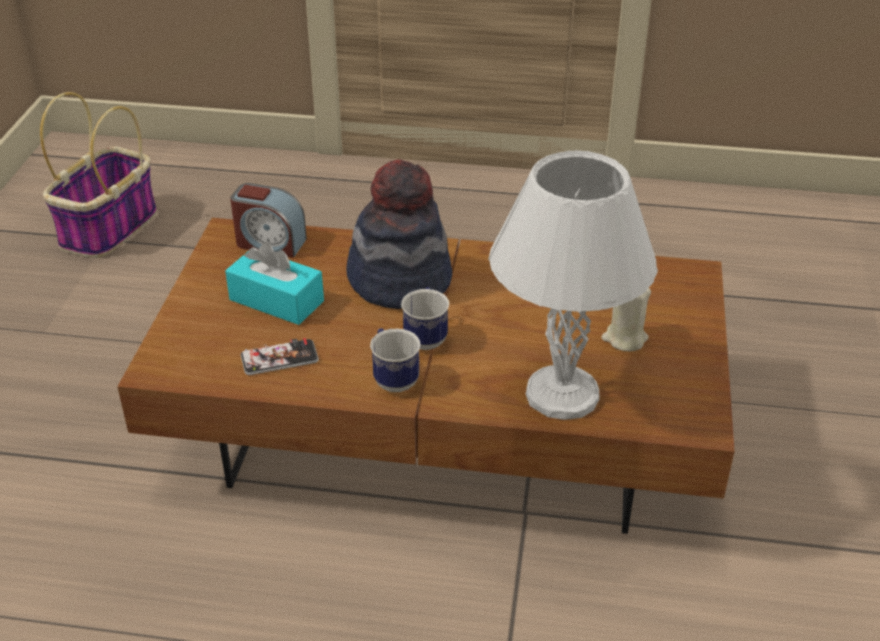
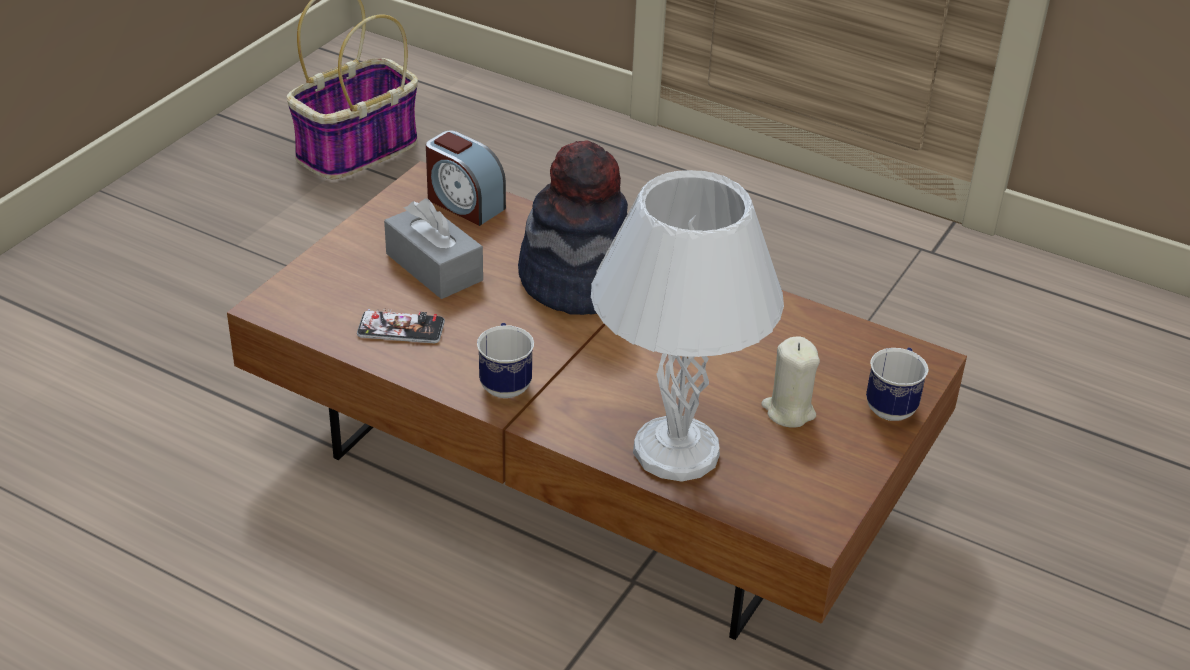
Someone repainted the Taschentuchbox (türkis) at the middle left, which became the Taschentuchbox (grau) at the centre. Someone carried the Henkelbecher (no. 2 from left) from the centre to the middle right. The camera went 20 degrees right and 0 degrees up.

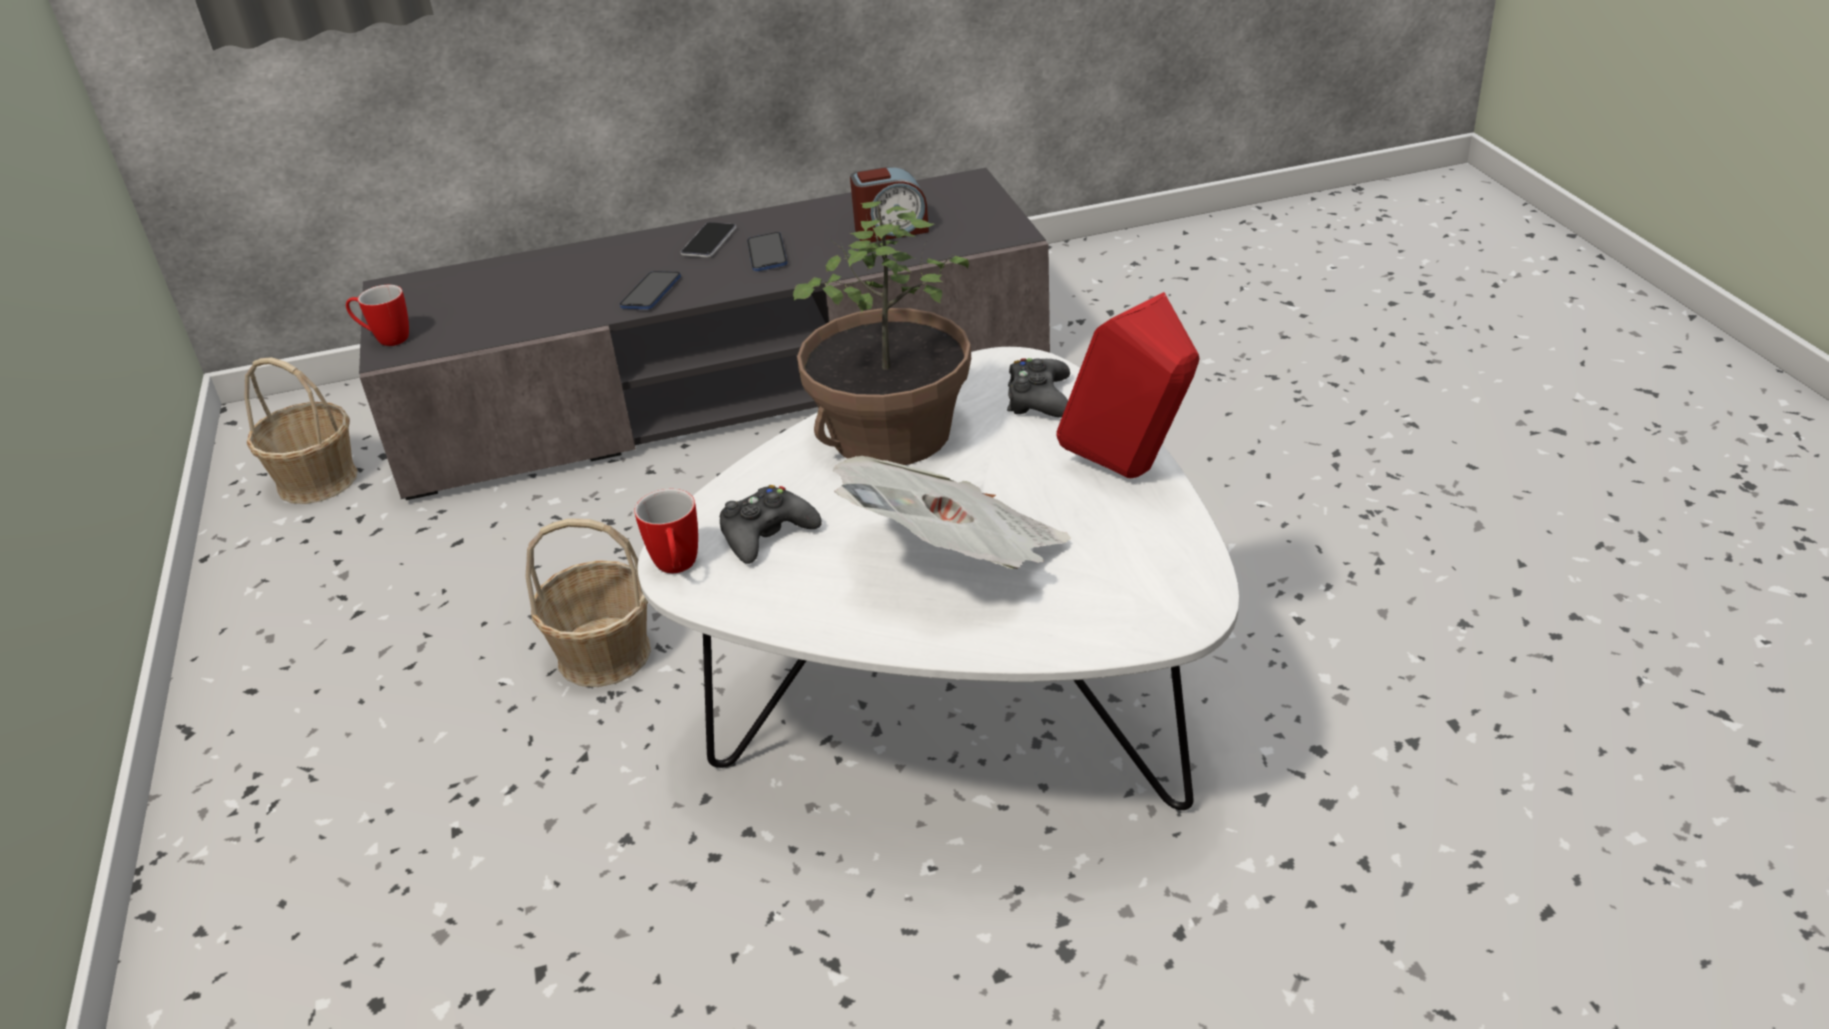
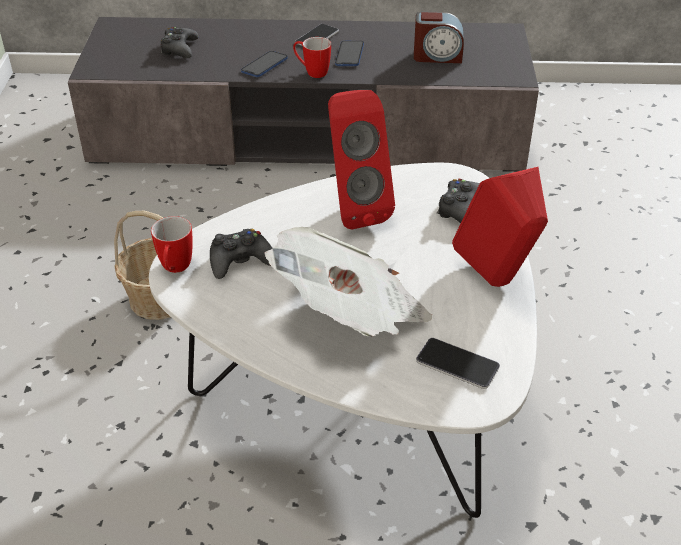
Someone took away the Korb (no. 1 from left) at the middle left. Someone carried the Henkelbecher (no. 1 from left in the first image) from the top left to the top centre. Someone swapped the Topfpflanze at the top centre for the Lautsprecher (rot) (no. 1 from left) at the top centre. Someone put down the Gamepad (schwarz) (no. 1 from left) at the top left. Someone put down the Handy (no. 4 from left) at the middle right. The camera went 15 degrees right and 5 degrees up.

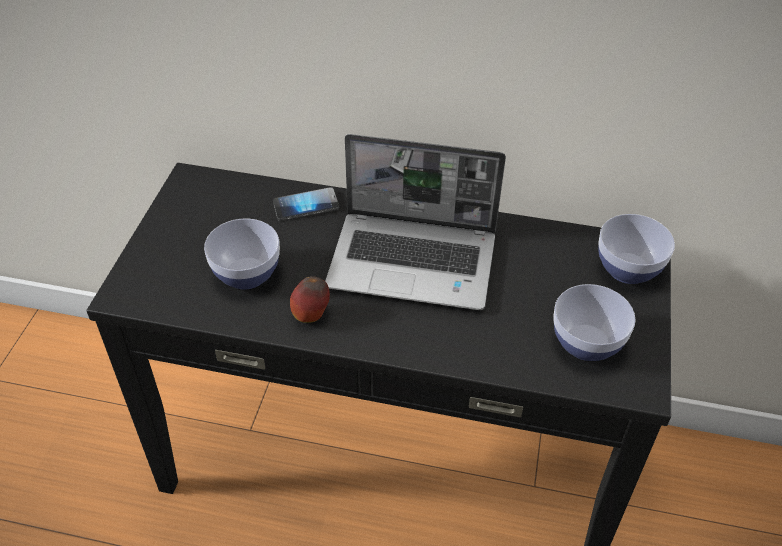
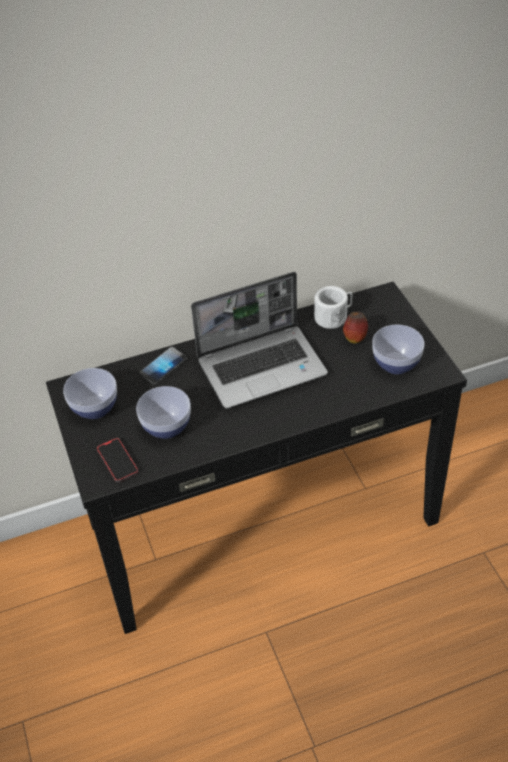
Someone carried the Apfel from the centre to the middle right. Someone carried the Schüssel (no. 3 from left in the first image) from the middle right to the middle left. Someone put down the Handy (no. 1 from left) at the middle left. Someone put down the Henkelbecher (weiß) at the centre. The camera went 30 degrees left and 0 degrees up.

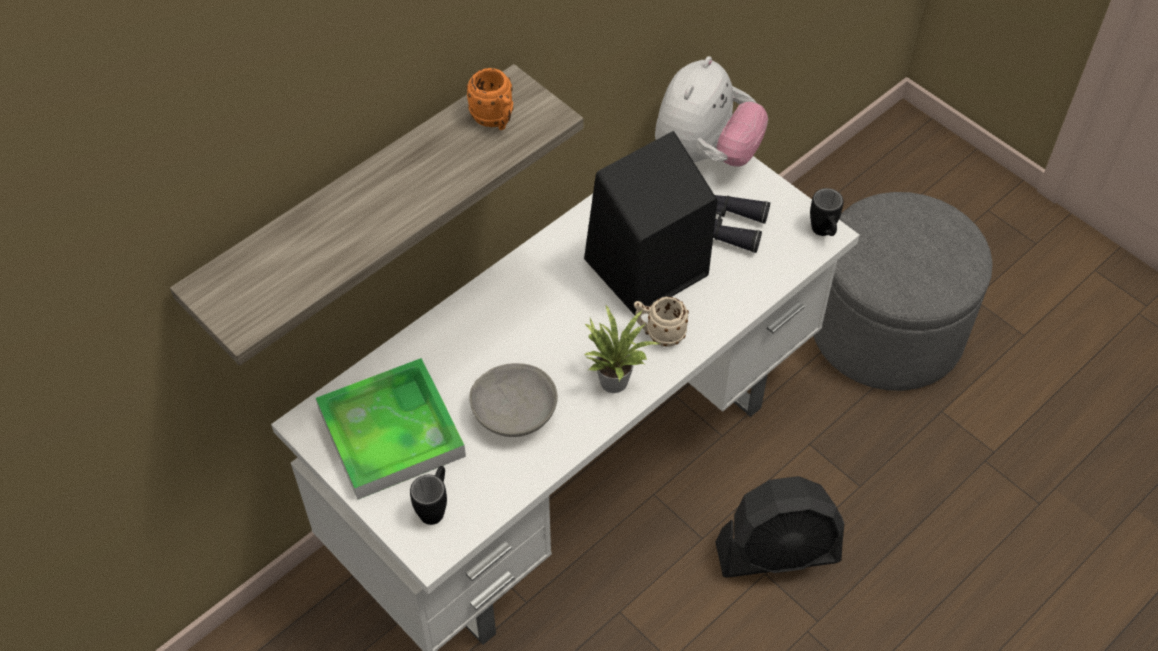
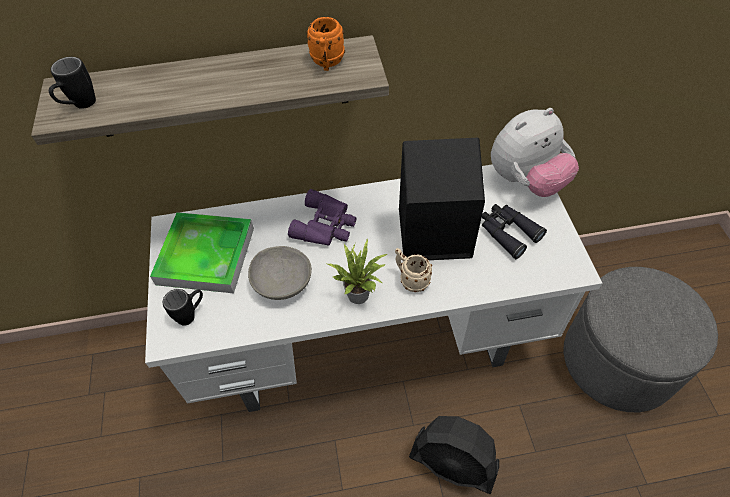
Someone carried the Henkelbecher (schwarz) (no. 2 from left in the first image) from the top right to the top left. Someone put down the Fernglas (lila) at the centre. The camera went 35 degrees right and 0 degrees up.

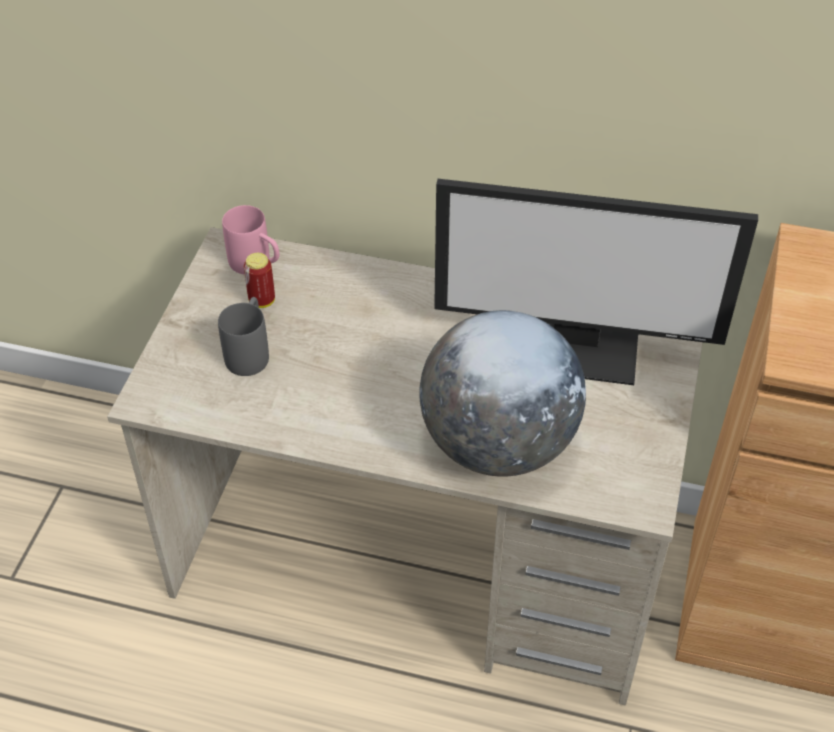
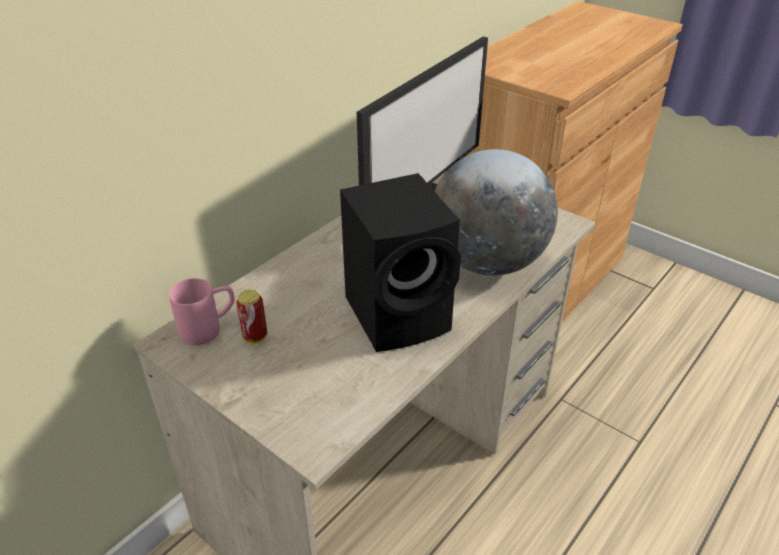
Someone took away the Henkelbecher (grau) at the middle left. Someone put down the Lautsprecher (schwarz) at the centre. The camera went 65 degrees left and 10 degrees down.

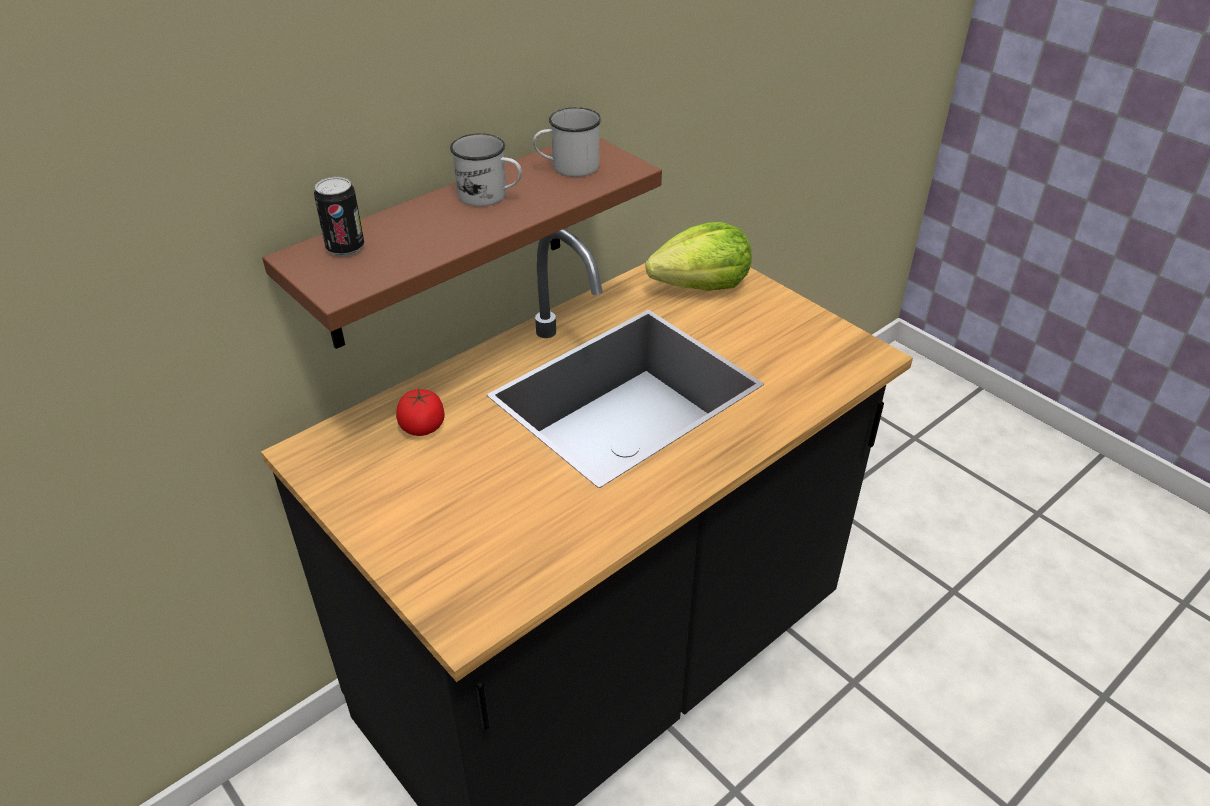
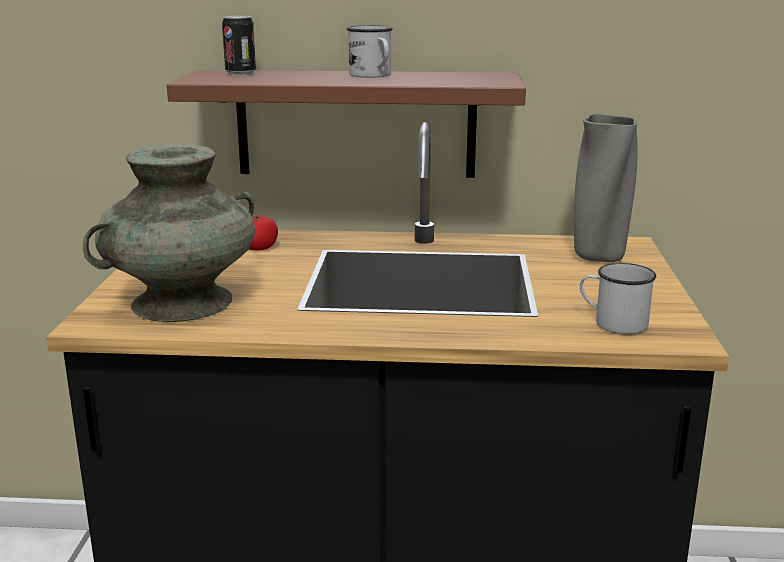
Someone carried the Henkelbecher (weiß) (no. 2 from left) from the top centre to the middle right. Someone swapped the Salatkopf at the top centre for the Vase (grau) at the middle right. Someone put down the Vase (türkis) at the middle left. The camera went 45 degrees right and 20 degrees down.

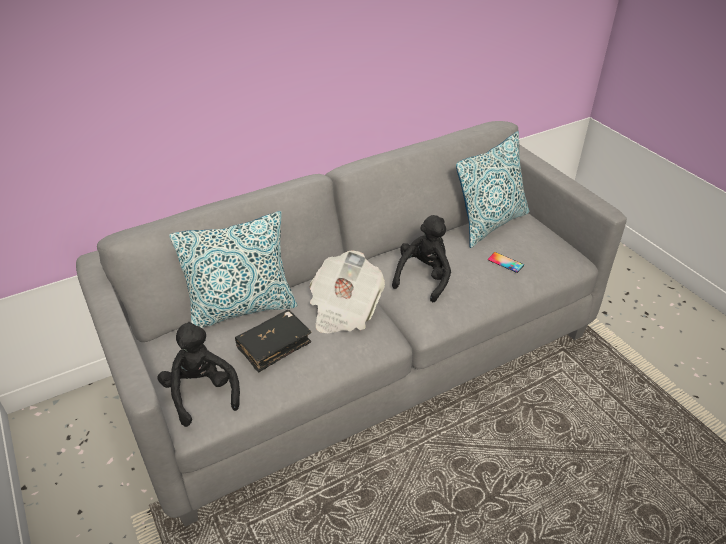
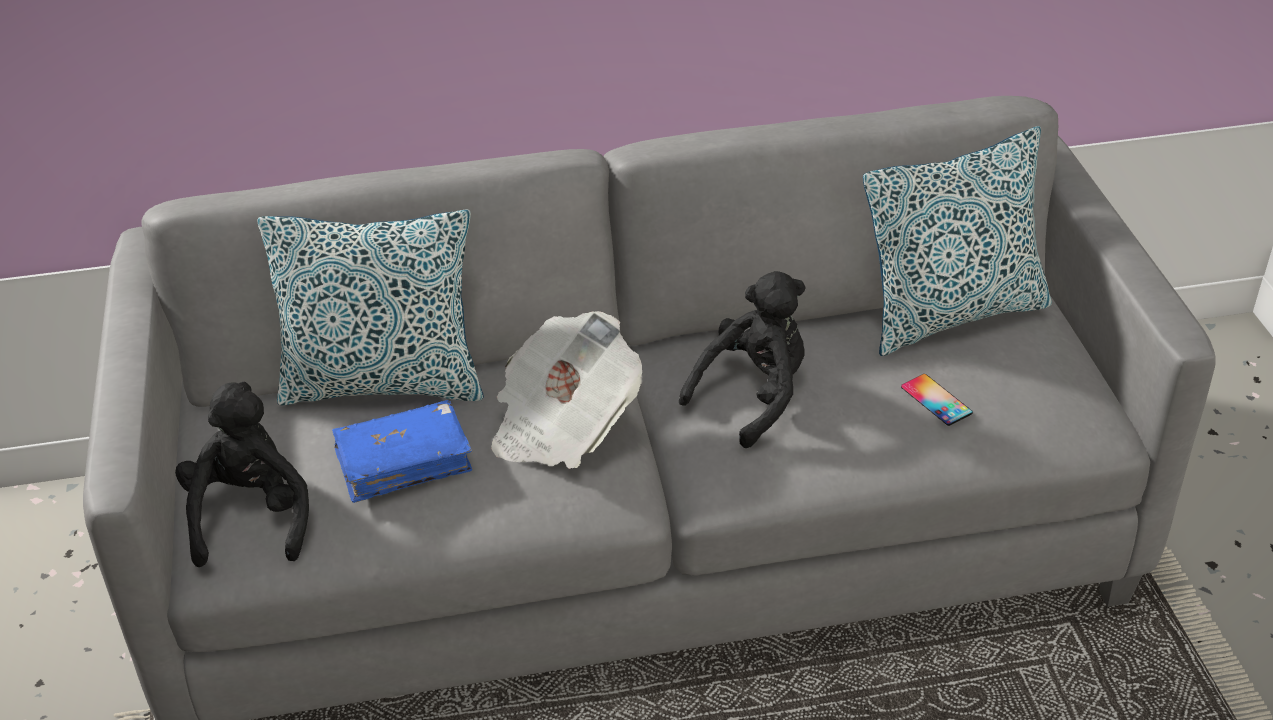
Someone repainted the Buch (schwarz) at the centre, which became the Buch (blau) at the middle left. The camera went 20 degrees right and 0 degrees up.

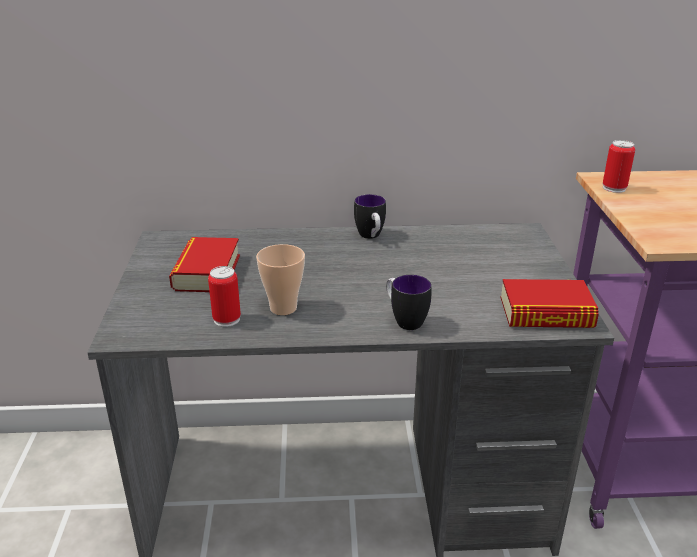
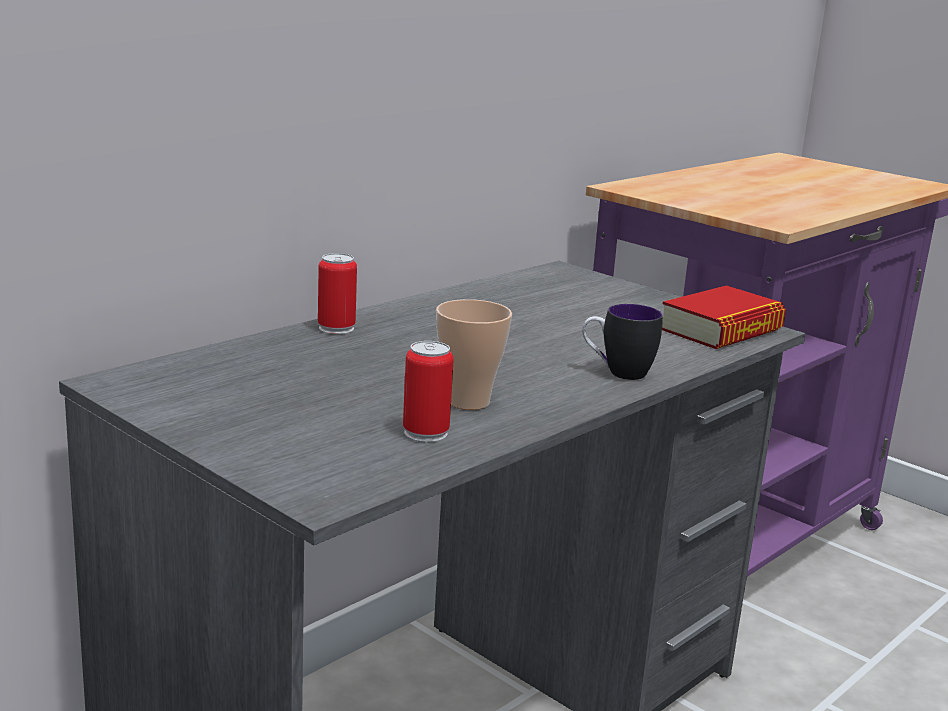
Someone took away the Buch (no. 1 from left) at the middle left. Someone took away the Henkelbecher (no. 1 from left) at the centre. Someone carried the Dose (no. 2 from left in the first image) from the top right to the centre. The camera went 45 degrees left and 10 degrees down.

